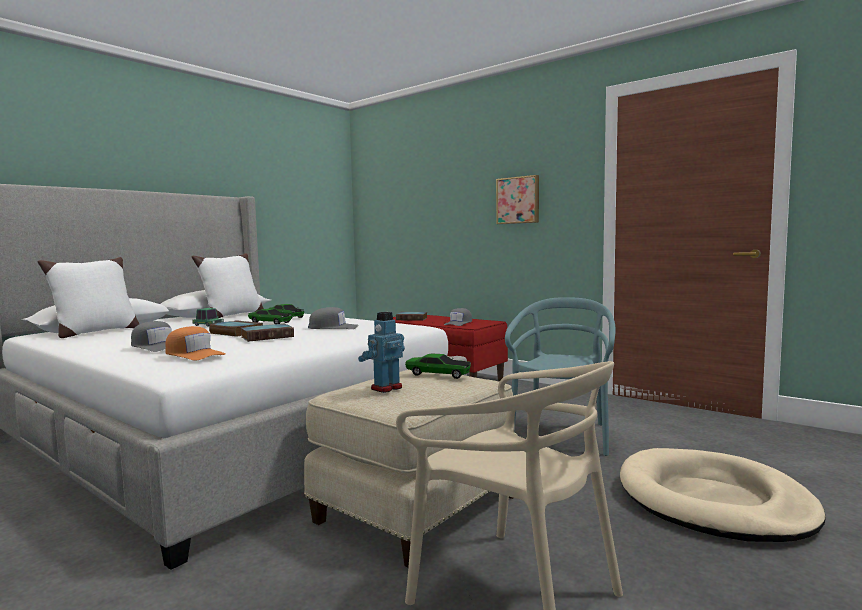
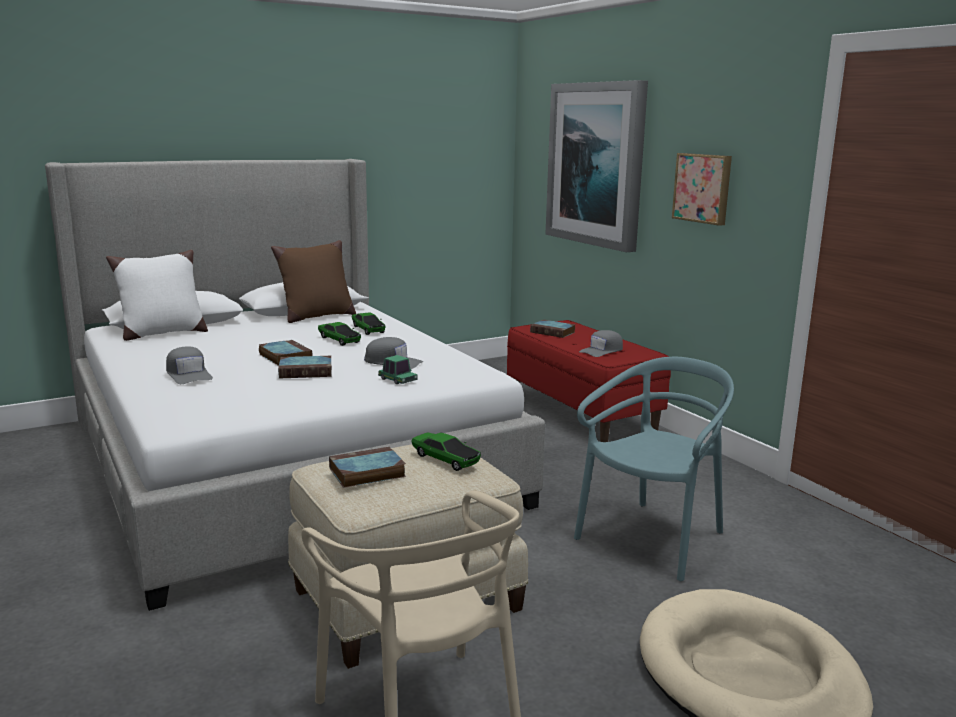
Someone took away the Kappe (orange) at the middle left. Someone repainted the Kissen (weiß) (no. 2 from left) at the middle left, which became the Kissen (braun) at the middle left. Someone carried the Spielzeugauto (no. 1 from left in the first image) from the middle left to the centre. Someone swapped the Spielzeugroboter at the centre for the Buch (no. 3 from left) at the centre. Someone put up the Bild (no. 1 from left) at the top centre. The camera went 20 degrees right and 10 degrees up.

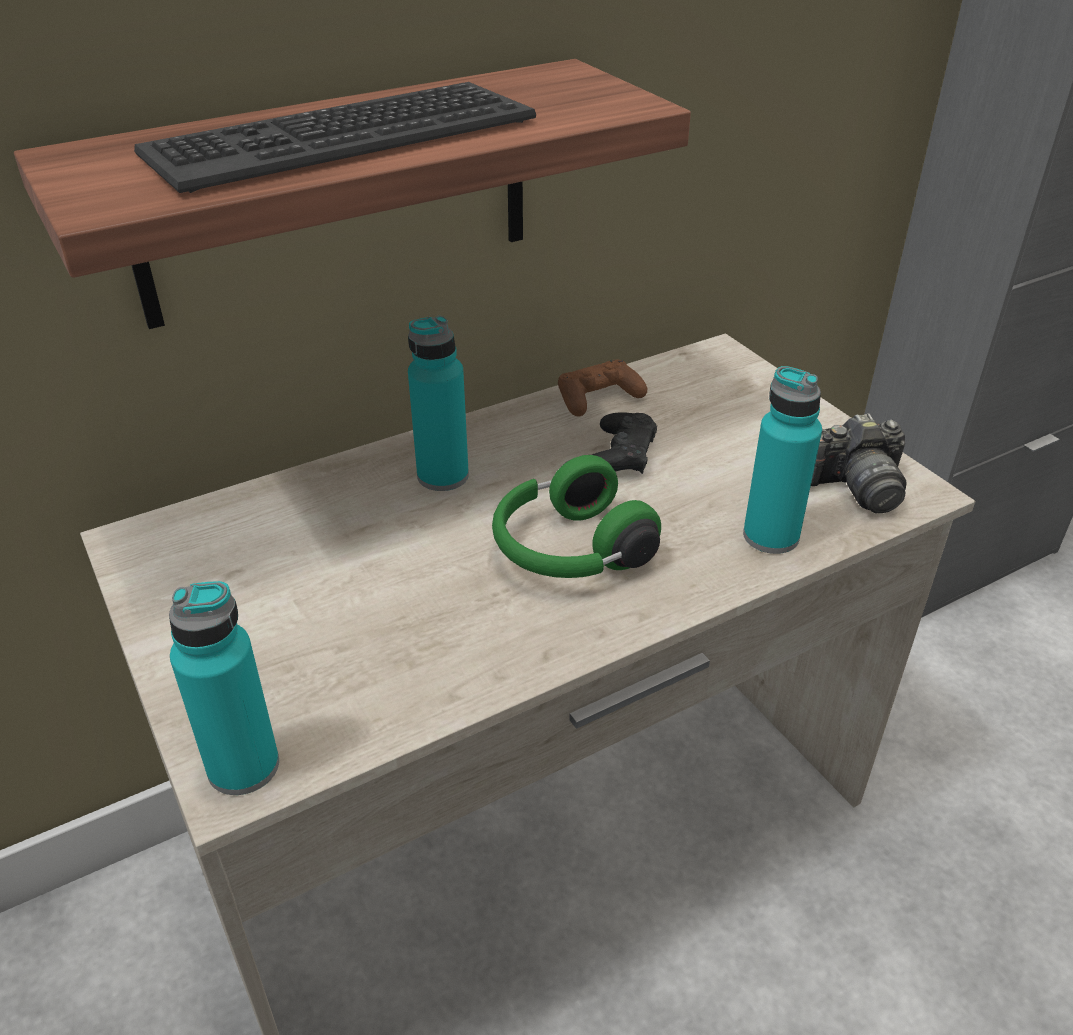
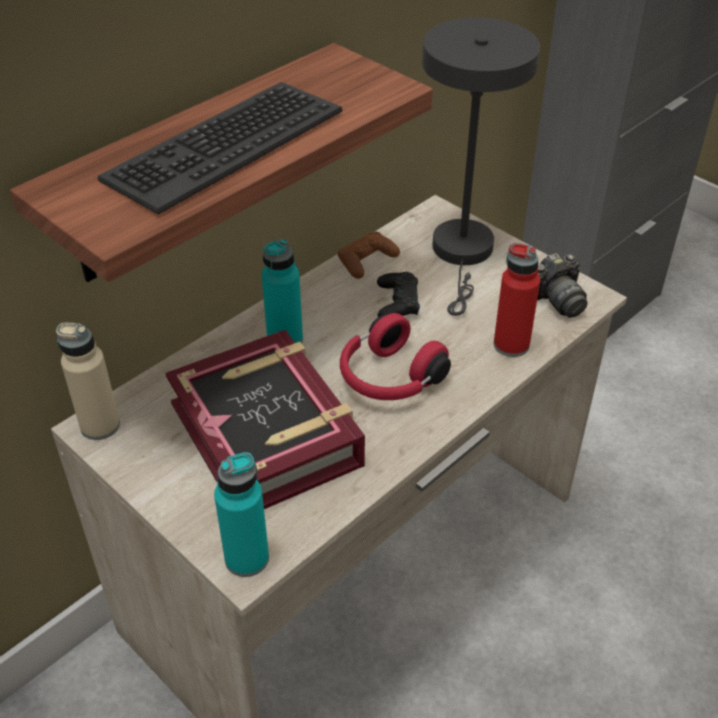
Someone repainted the Kopfhörer (grün) at the centre, which became the Kopfhörer (rot) at the centre. Someone repainted the Flasche (türkis) (no. 3 from left) at the middle right, which became the Flasche (rot) at the middle right. Someone put down the Flasche (beige) at the middle left. Someone put down the Buch at the centre. Someone put down the Tischlampe (grau) at the top right. The camera went 15 degrees left and 5 degrees up.

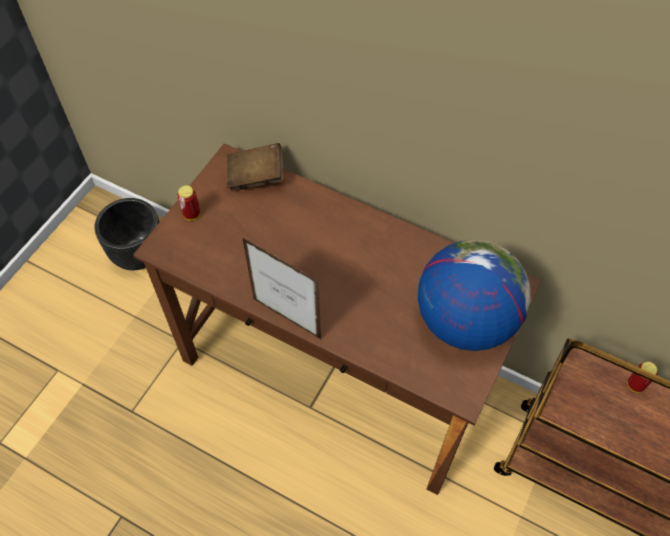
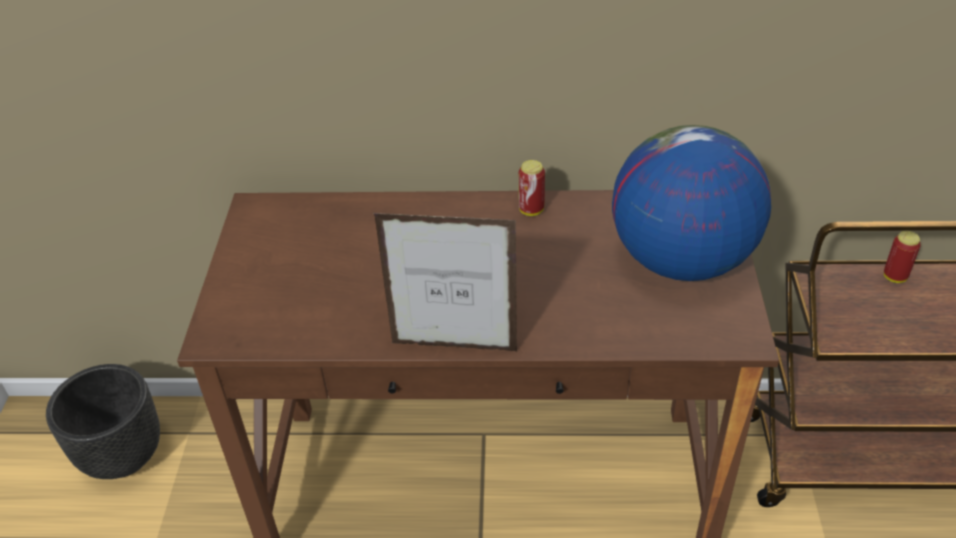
Someone carried the Dose (no. 1 from left) from the middle left to the centre. Someone took away the Buch (braun) at the top centre. The camera went 25 degrees left and 15 degrees down.

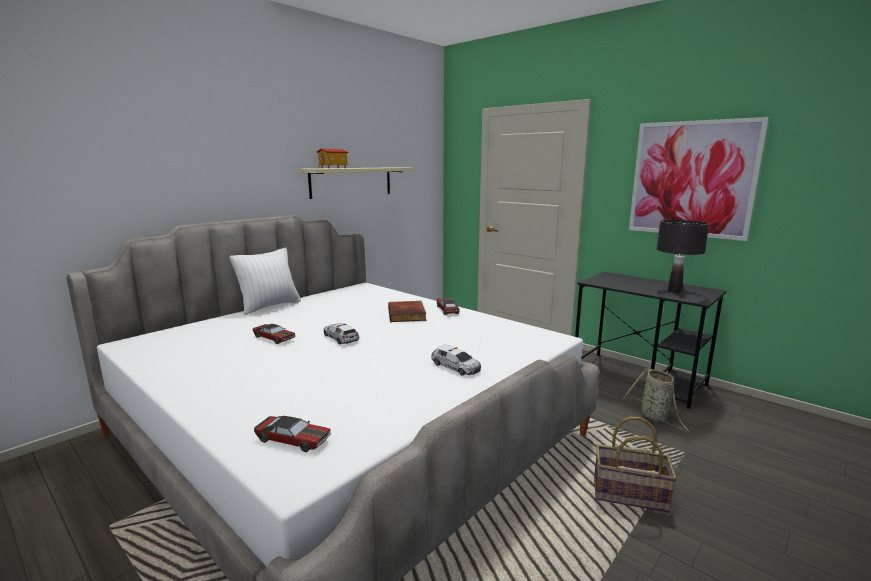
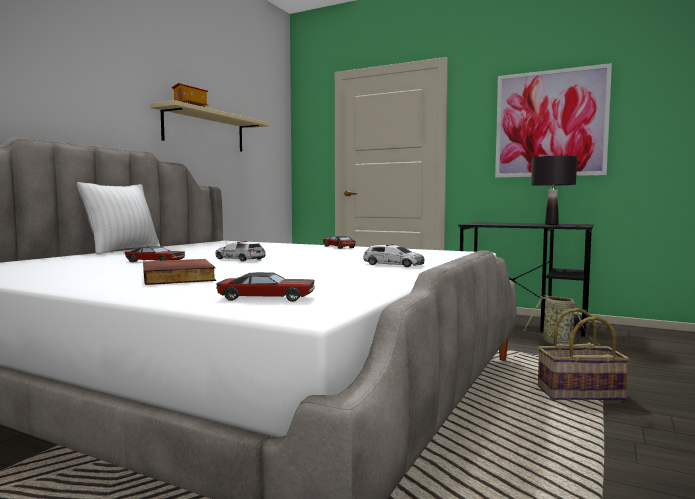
Someone carried the Buch from the centre to the middle left. The camera went 15 degrees left and 10 degrees down.

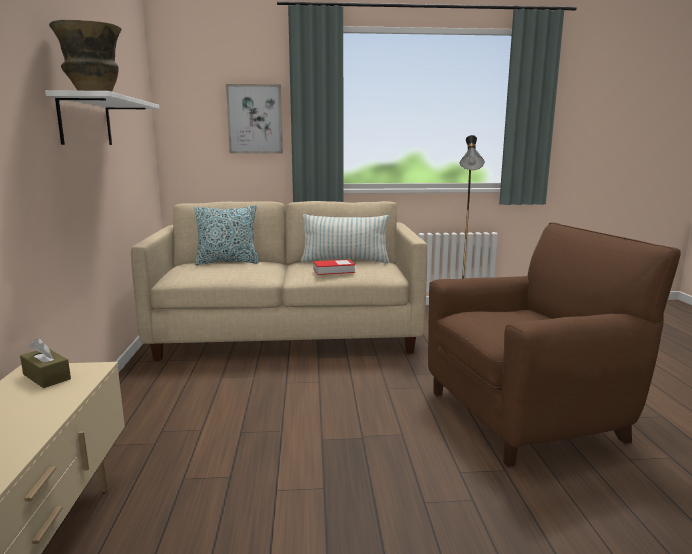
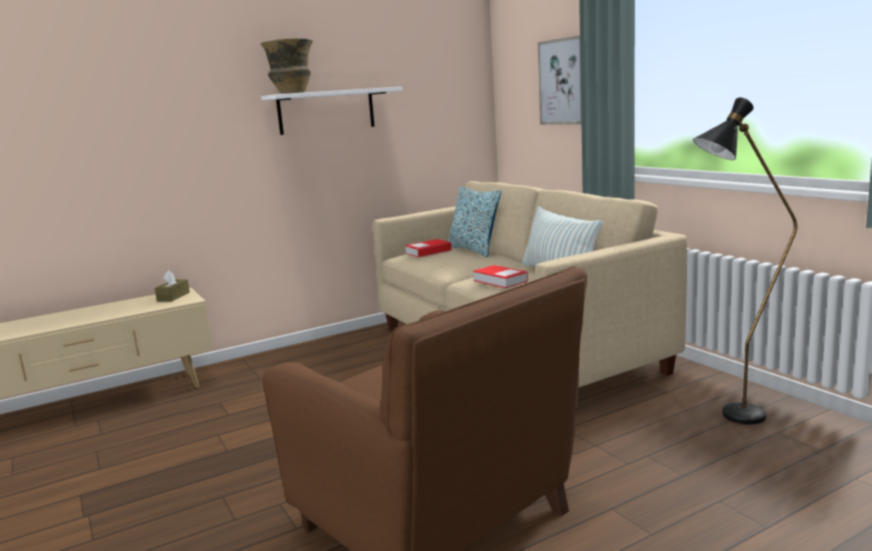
Someone put down the Buch (no. 1 from left) at the centre. The camera went 65 degrees right and 0 degrees up.

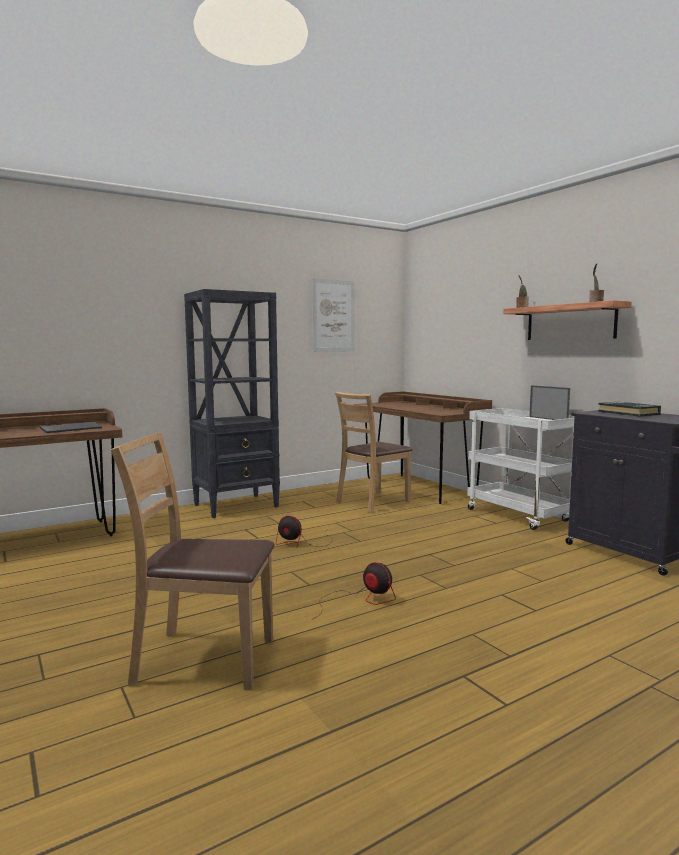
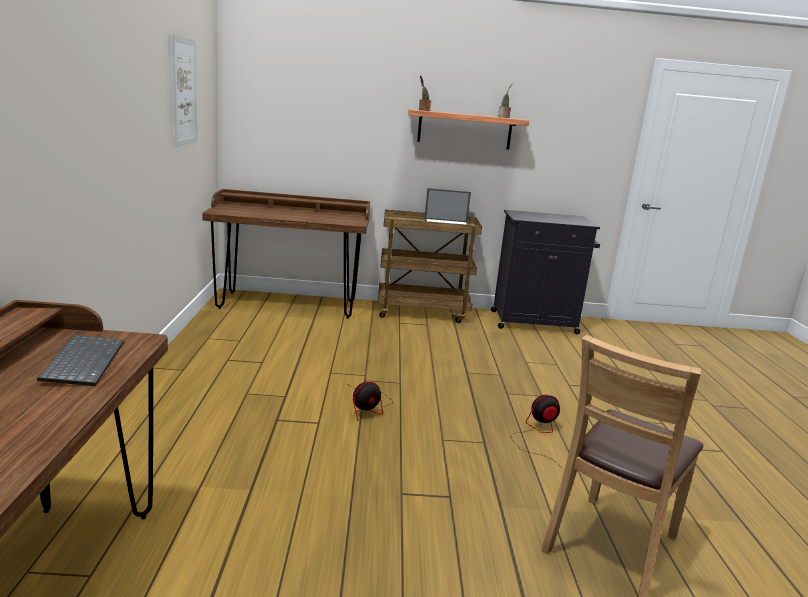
Someone took away the Bücherregal (schwarz) at the centre. Someone took away the Stuhl (braun) (no. 2 from left) at the centre. Someone repainted the Rollwagen (weiß) at the middle right, which became the Rollwagen (braun) at the centre. Someone took away the Buch (schwarz) at the middle right. The camera went 60 degrees left and 10 degrees up.

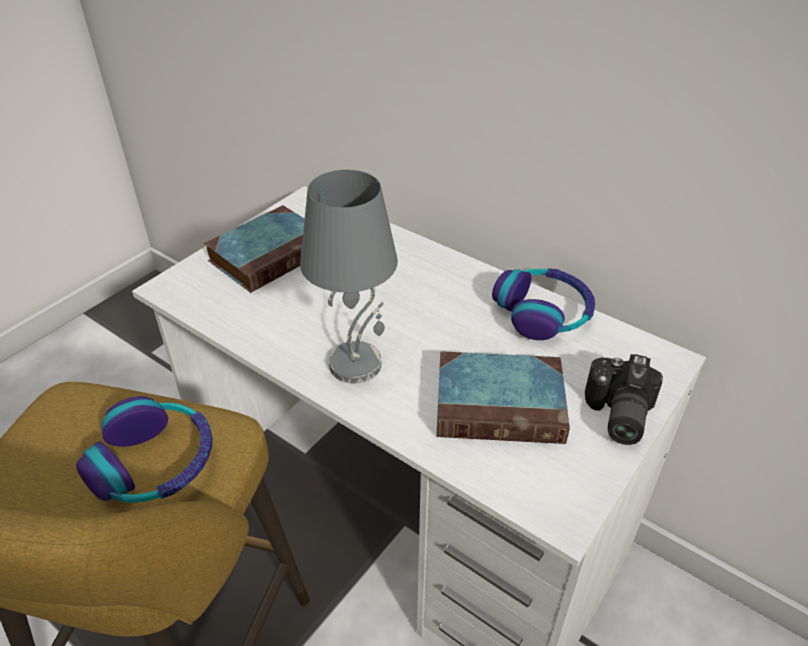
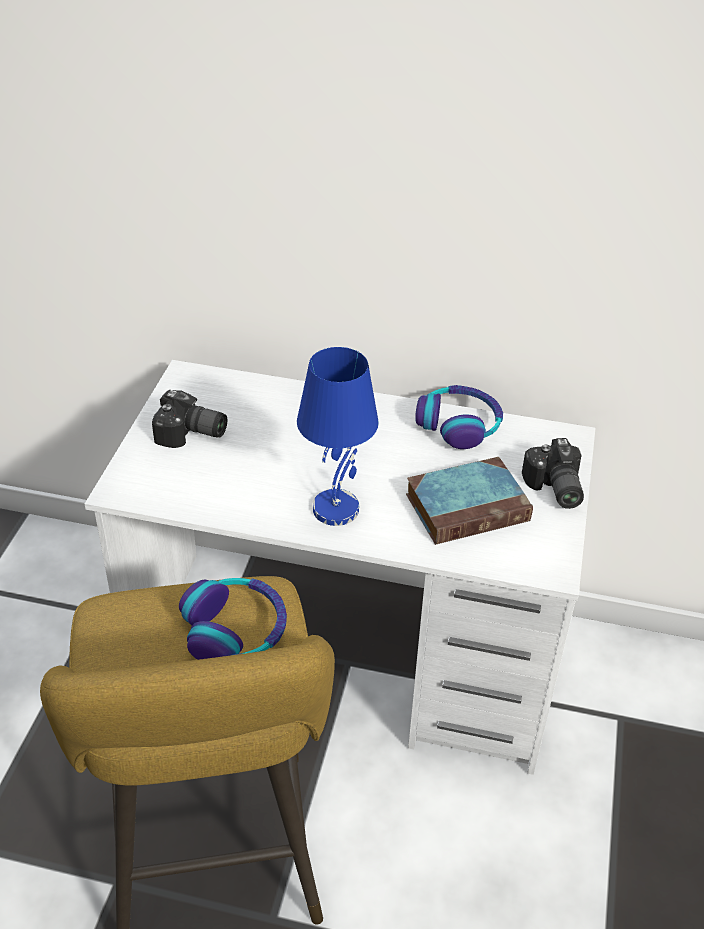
Someone swapped the Buch (no. 1 from left) at the middle left for the Kamera (no. 1 from left) at the middle left. Someone repainted the Tischlampe (grau) at the centre, which became the Tischlampe (blau) at the centre. The camera went 25 degrees left and 0 degrees up.

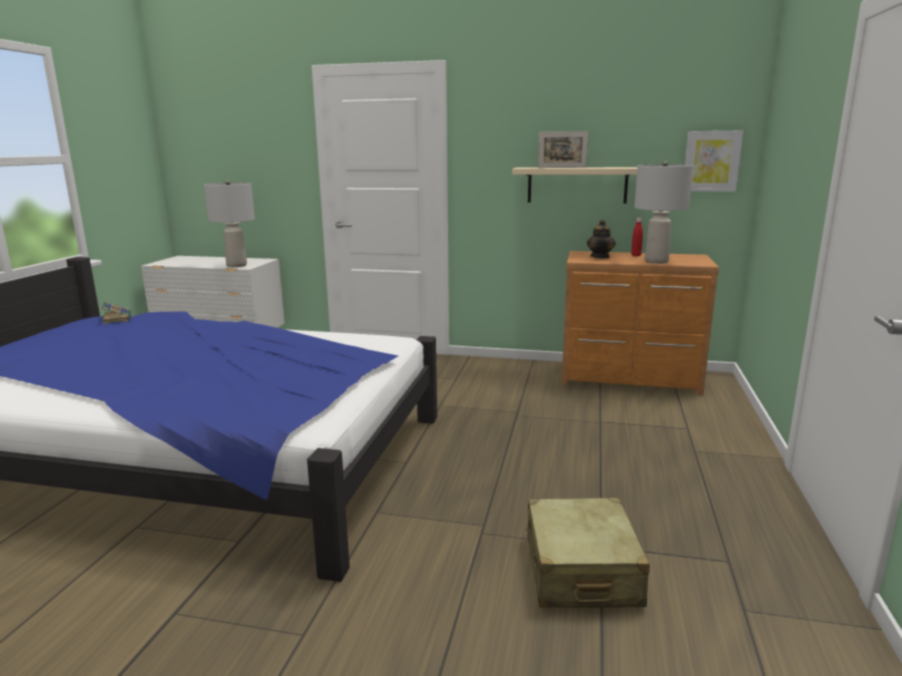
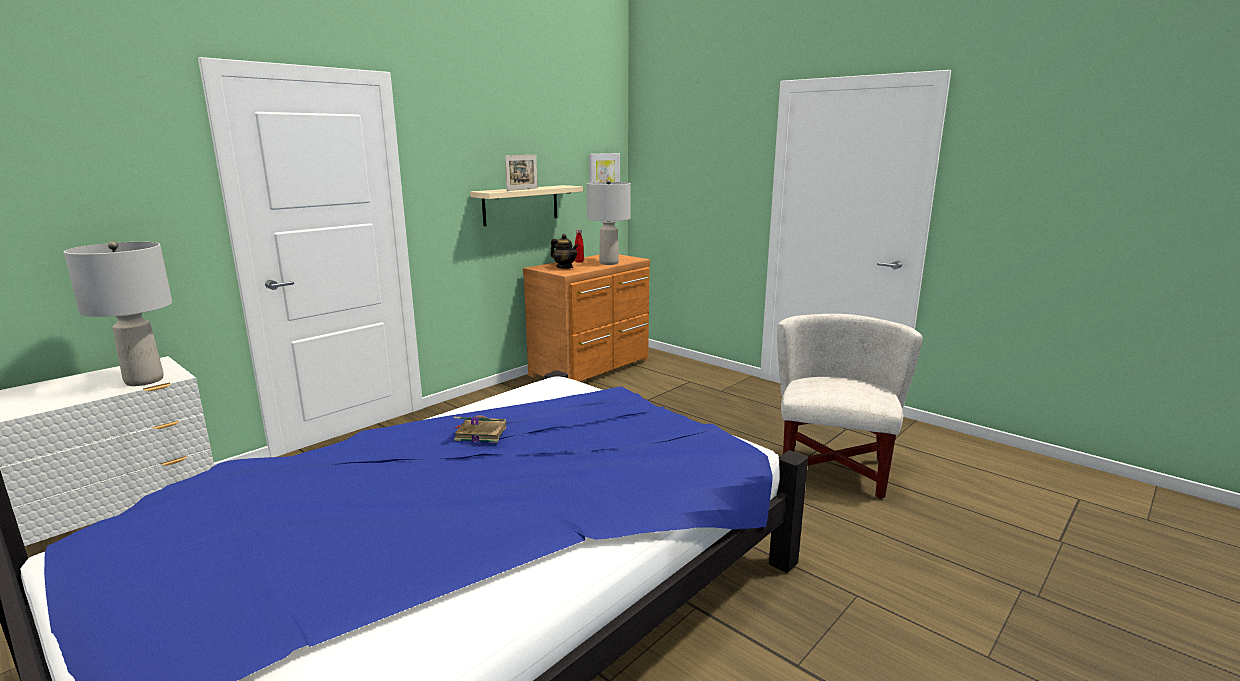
Someone carried the Buch from the middle left to the centre. Someone swapped the Koffer (beige) at the bottom centre for the Sessel (weiß) at the middle right. The camera went 60 degrees left and 0 degrees up.

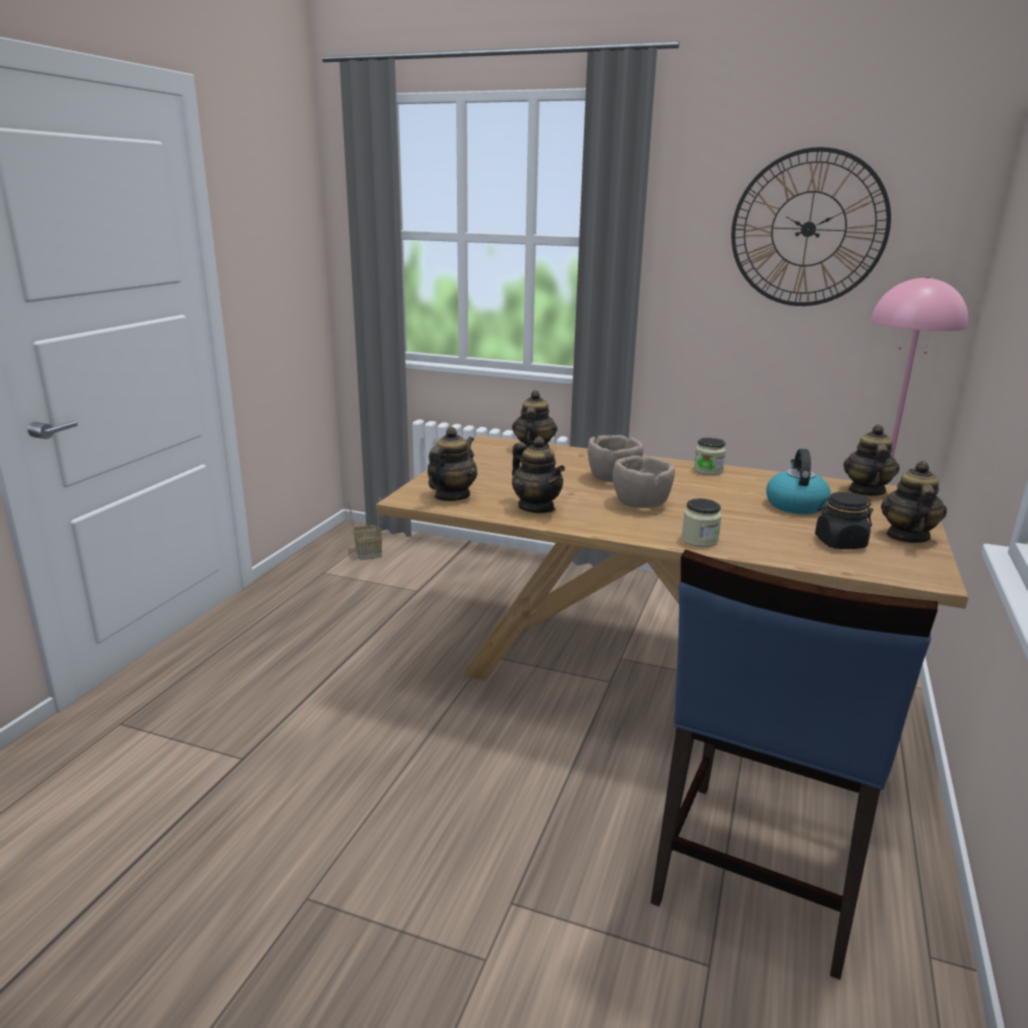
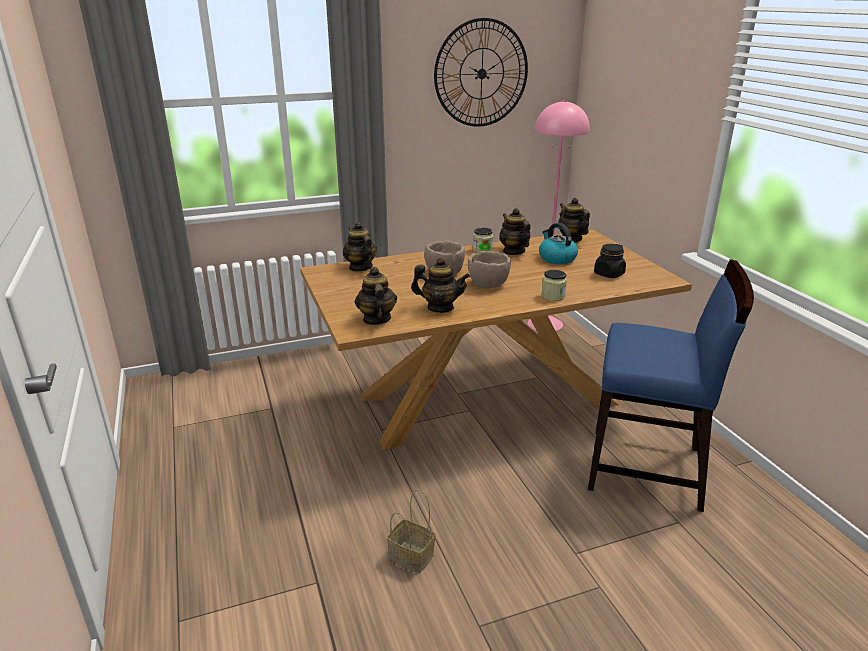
Someone carried the Korb from the centre to the bottom centre. Someone rotated the Stuhl (blau) at the bottom right by 60 degrees counterclockwise. Someone carried the Teekanne (no. 5 from left in the first image) from the middle right to the centre. The camera went 40 degrees left and 5 degrees up.

